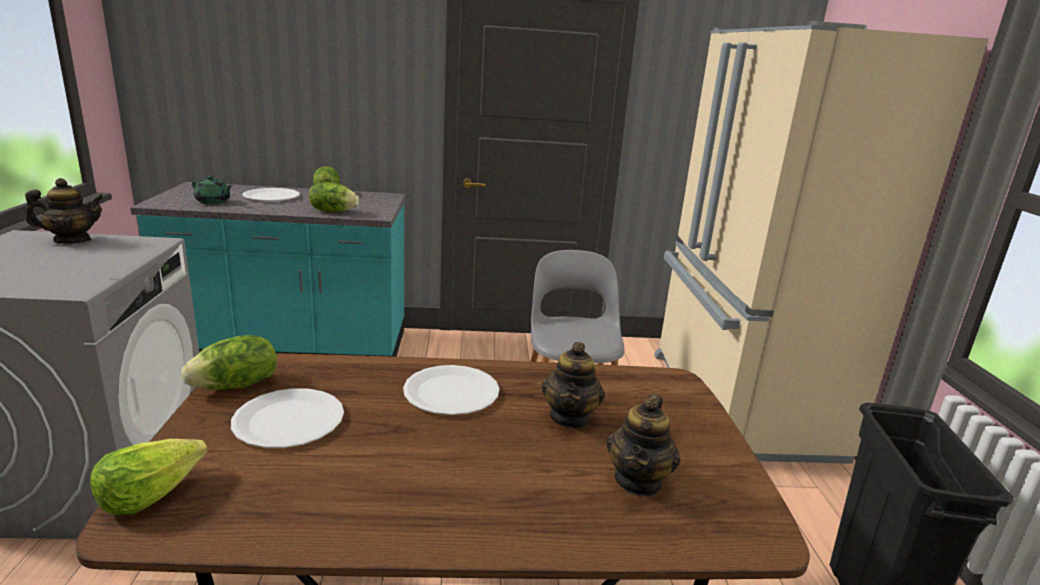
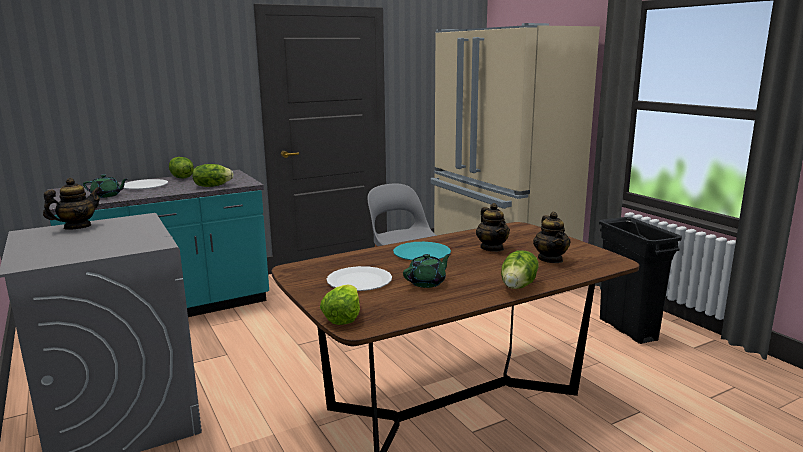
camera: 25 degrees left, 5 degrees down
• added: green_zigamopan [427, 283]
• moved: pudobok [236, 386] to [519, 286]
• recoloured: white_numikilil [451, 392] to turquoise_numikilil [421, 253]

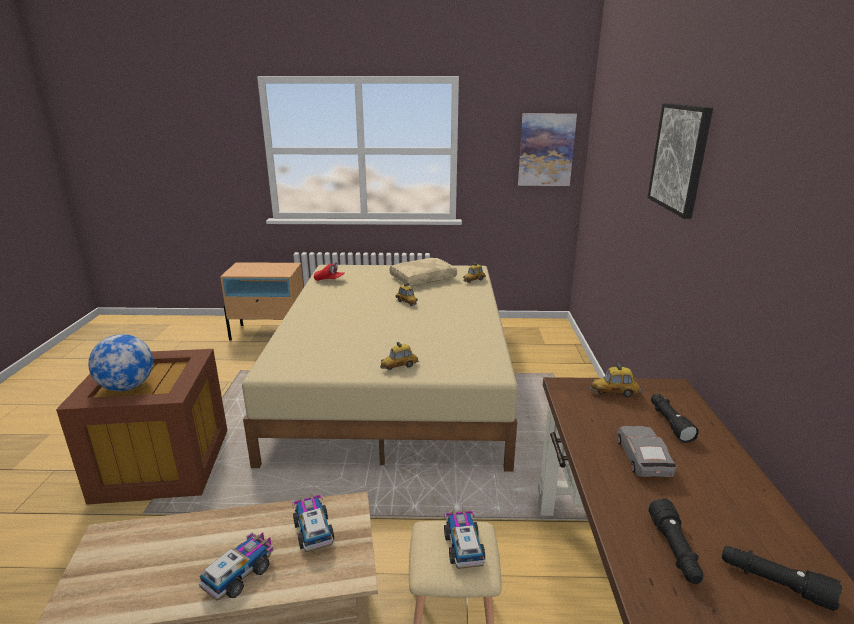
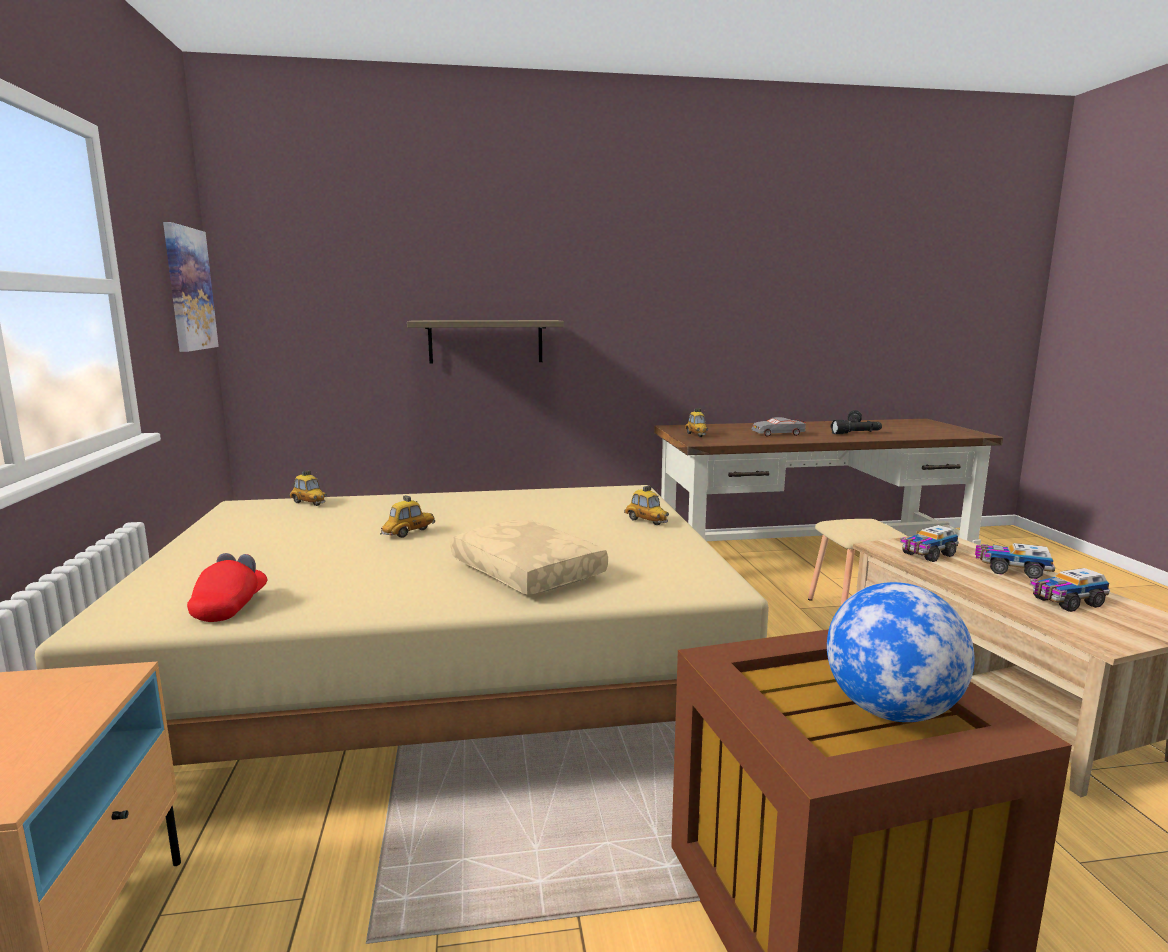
camera: 100 degrees left, 10 degrees down
• removed: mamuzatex [680, 158]
• removed: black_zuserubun [669, 422]
• added: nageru [485, 341]
• moved: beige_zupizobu [423, 278] to [524, 572]
• moved: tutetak [463, 546] to [1066, 602]

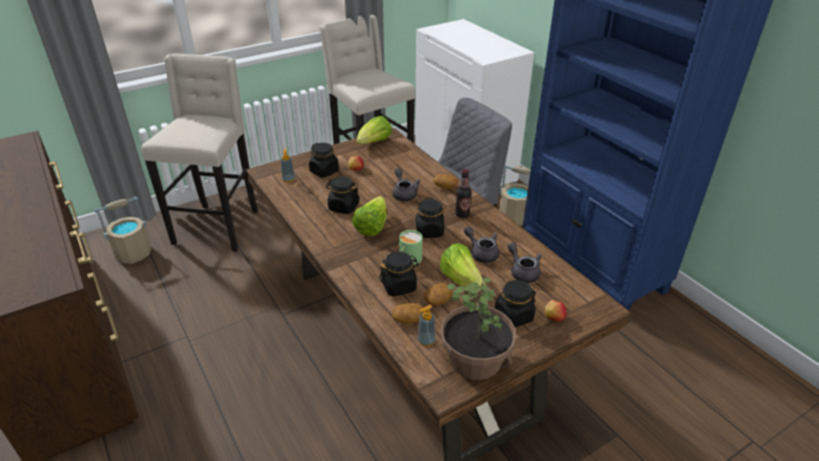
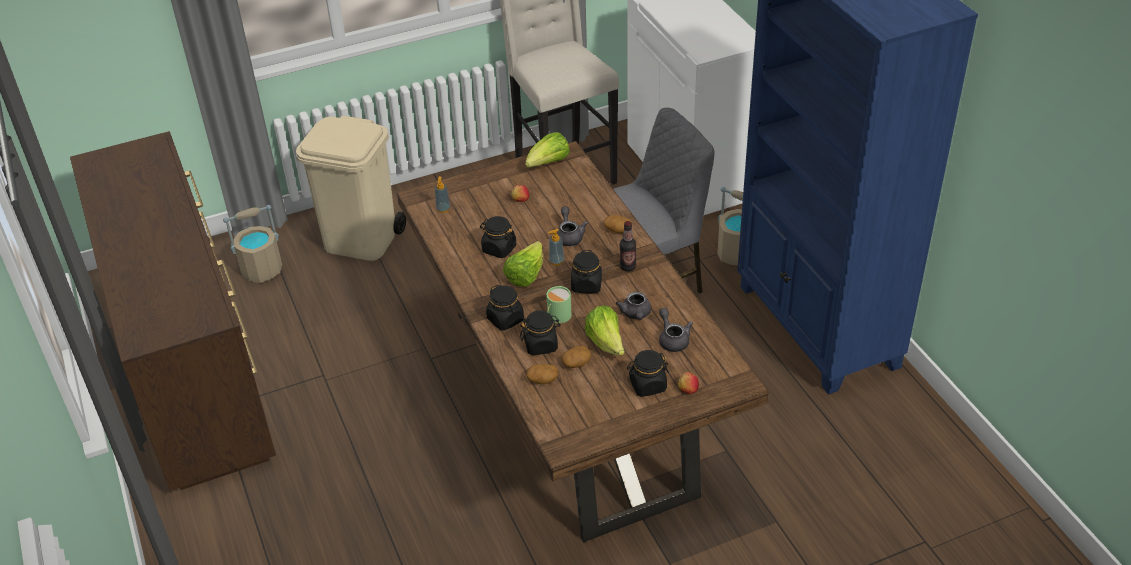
camera: 10 degrees right, 5 degrees up
• removed: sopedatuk [476, 359]
• moved: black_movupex [324, 171] to [505, 319]
• moved: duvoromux [426, 341] to [556, 261]
• replaced: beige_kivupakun [218, 226] to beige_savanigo [362, 241]
• turned: grey_zigamopan [481, 253] = [636, 314] 150 degrees counterclockwise

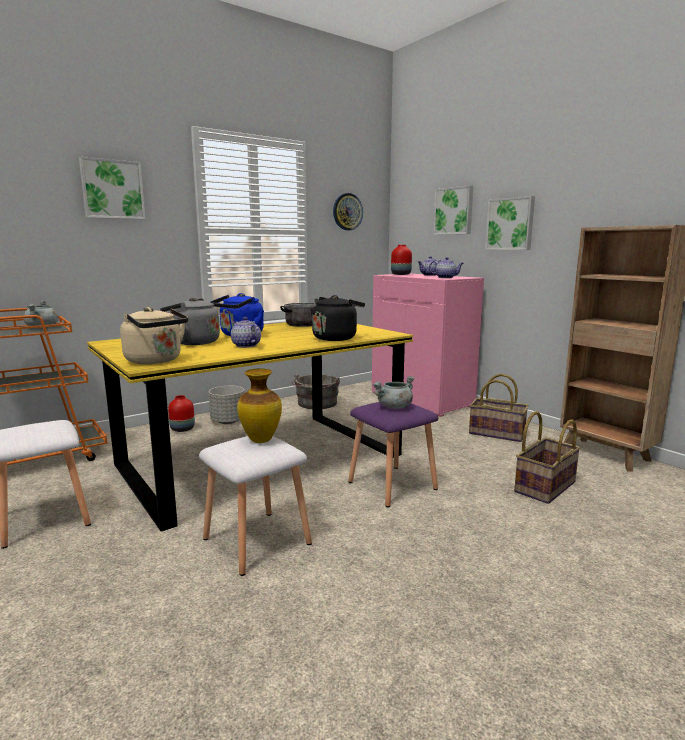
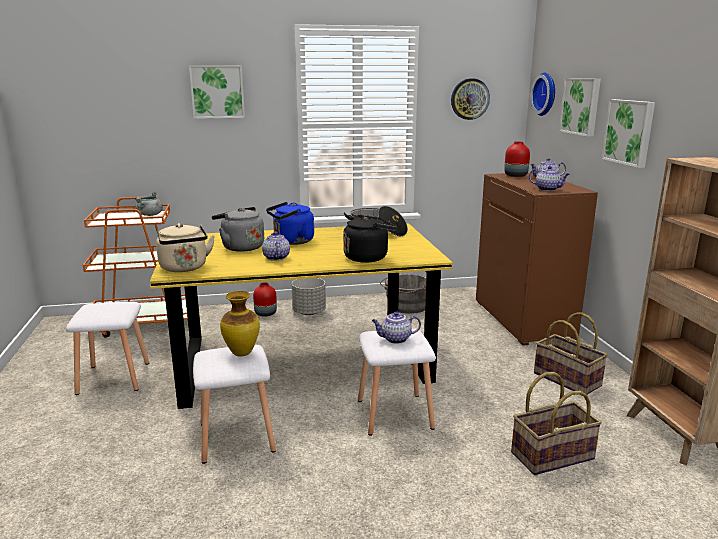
camera: 25 degrees right, 5 degrees up
• added: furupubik [546, 94]
• replaced: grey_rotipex [394, 407] to zigamopan [395, 339]
• recoloured: purple_kivupakun [391, 486] to white_kivupakun [393, 414]
• recoloured: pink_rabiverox [422, 399] to brown_rabiverox [524, 319]

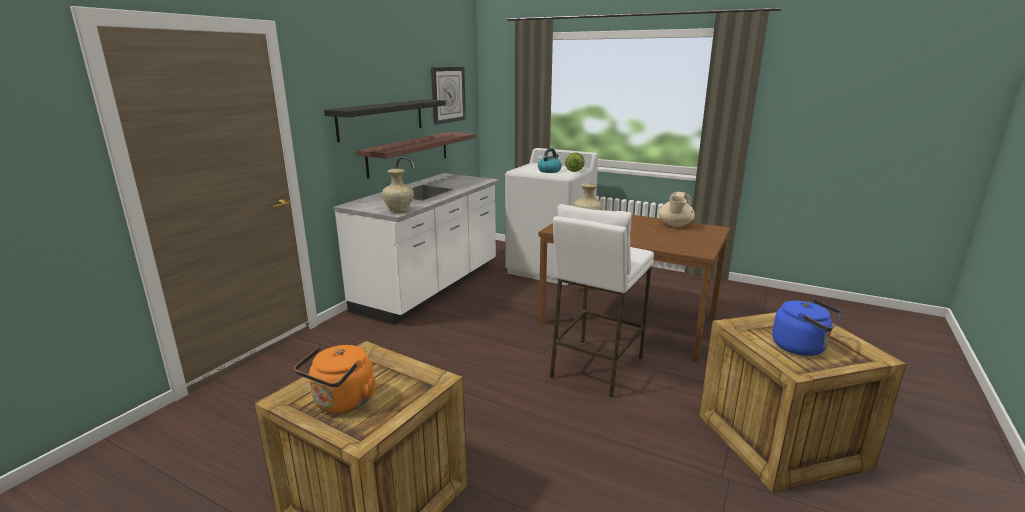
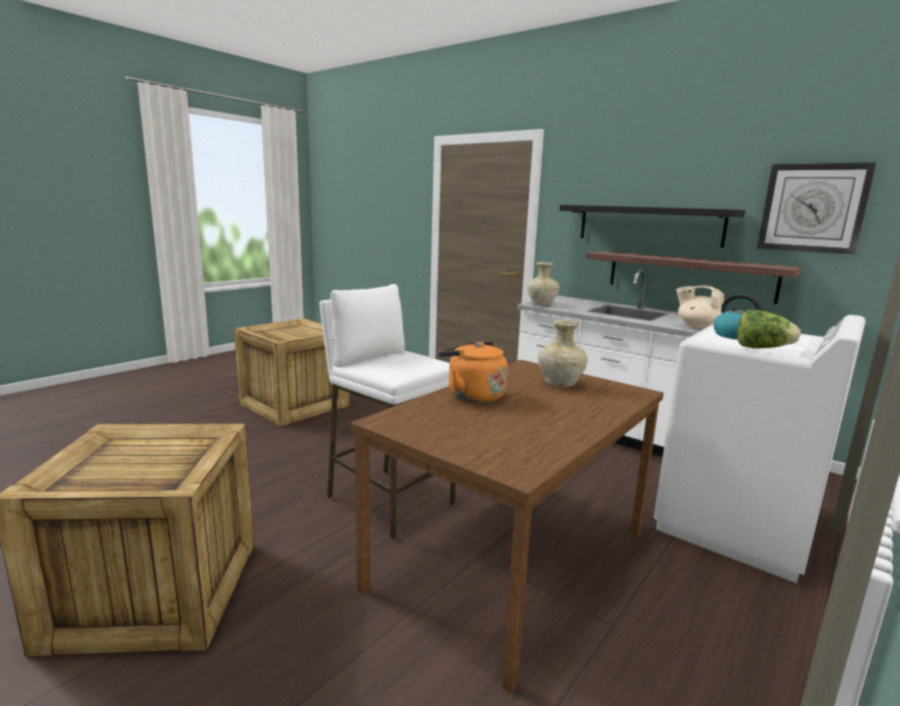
camera: 100 degrees right, 5 degrees down
• removed: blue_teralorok [802, 347]
• moved: orange_teralorok [342, 403] to [472, 395]
• moved: beige_zigamopan [675, 225] to [697, 326]

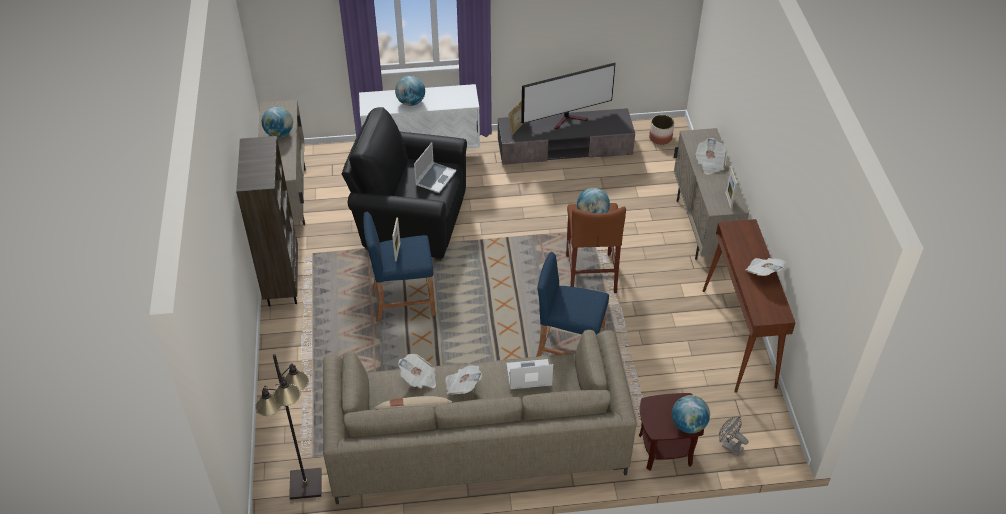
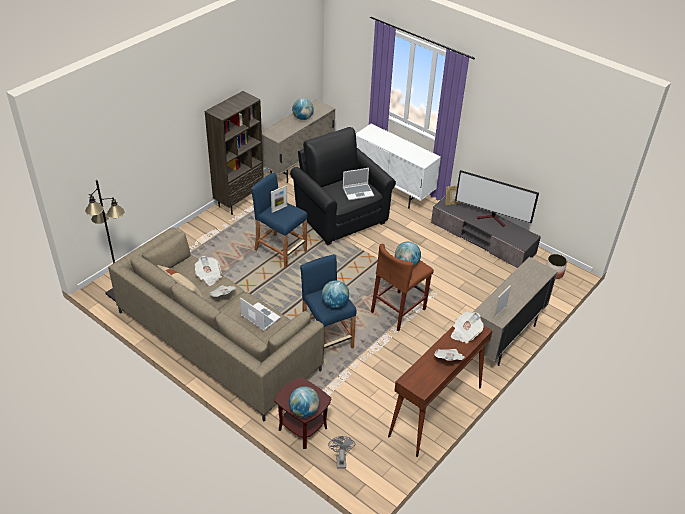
camera: 45 degrees right, 5 degrees down
• moved: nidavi [411, 102] to [335, 303]
• moved: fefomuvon [709, 163] to [465, 333]

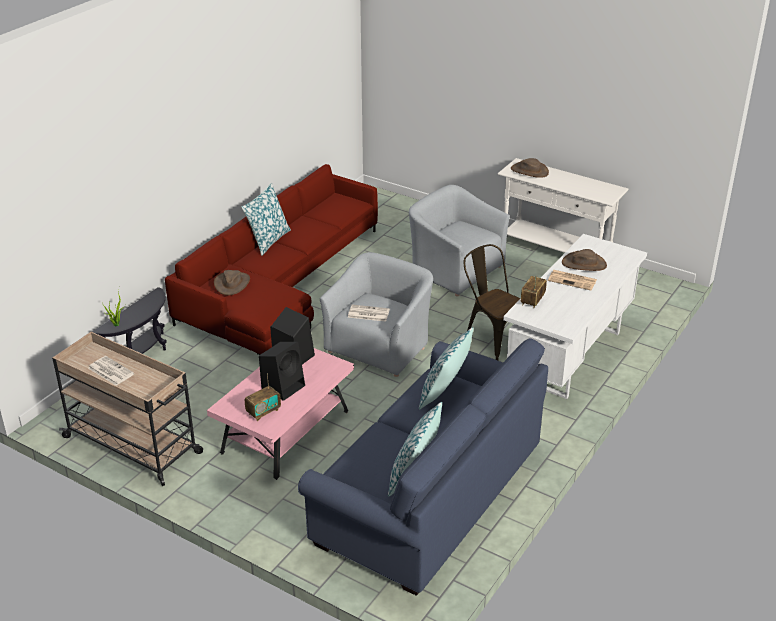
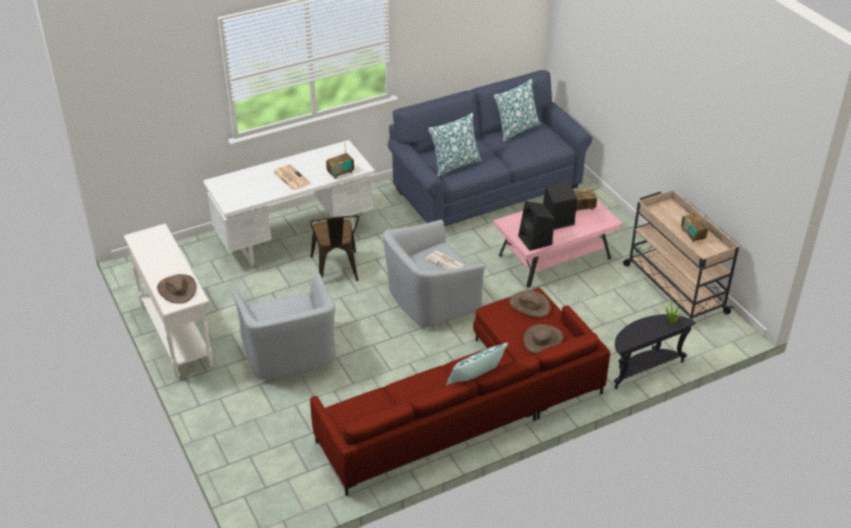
camera: 150 degrees left, 5 degrees up
• moved: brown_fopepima [584, 264] to [529, 305]
• replaced: fefomuvon [110, 371] to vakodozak [692, 235]

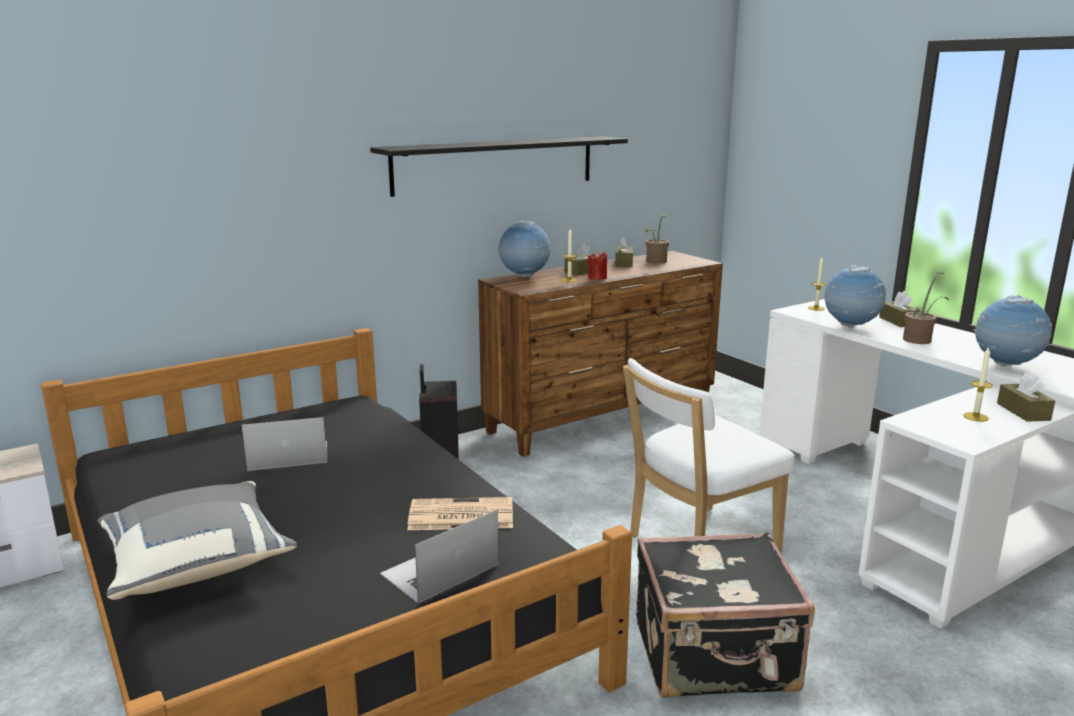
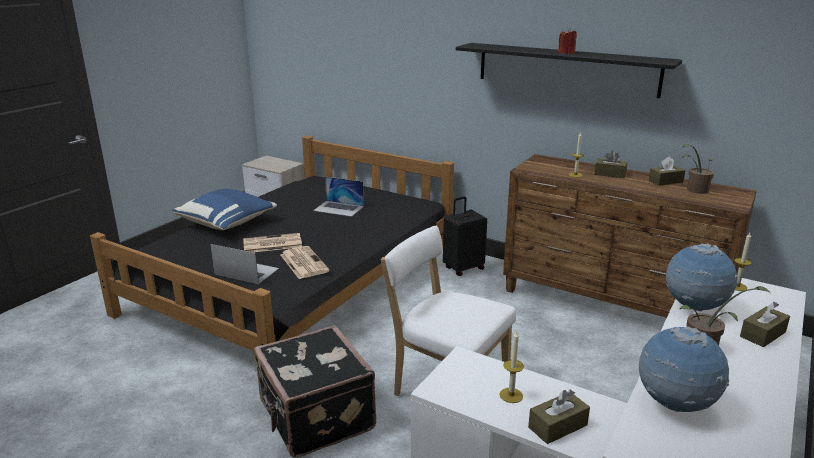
camera: 65 degrees right, 5 degrees up
• removed: nidavi [524, 277]
• added: fefomuvon [271, 244]
• moved: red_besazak [597, 278] to [566, 53]
• recoloured: grey_zupizobu [197, 563] to blue_zupizobu [227, 223]
• turned: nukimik [288, 455] = [339, 208] 150 degrees clockwise

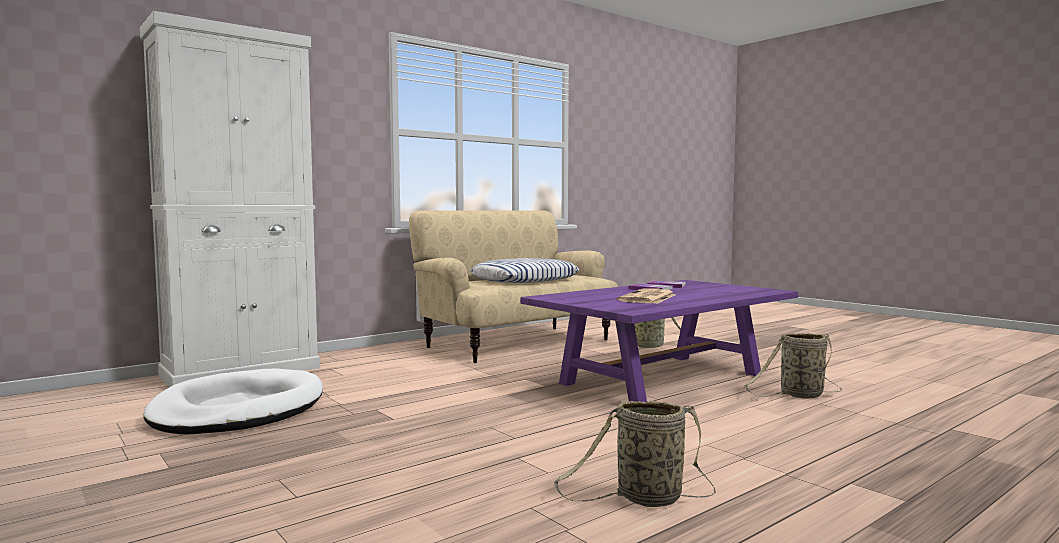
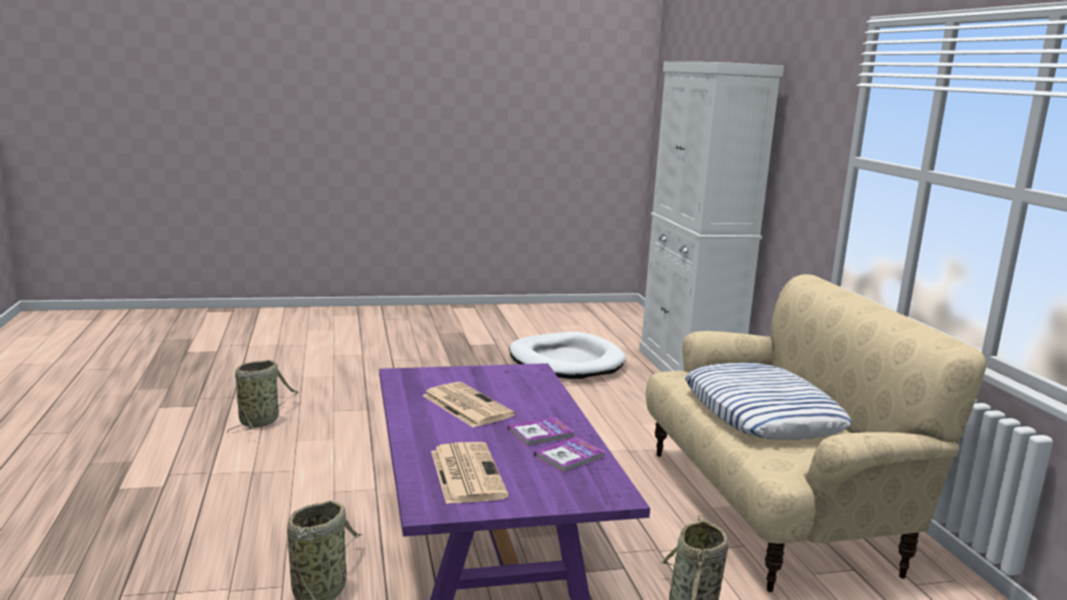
camera: 115 degrees right, 10 degrees up
• added: fefomuvon [466, 473]

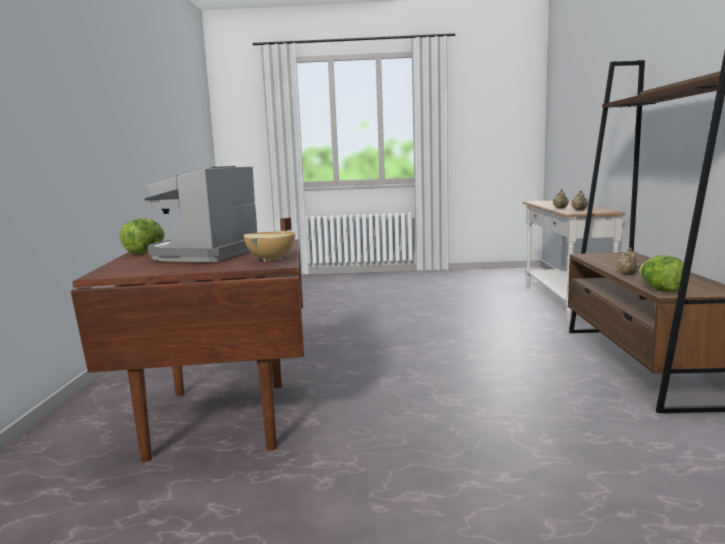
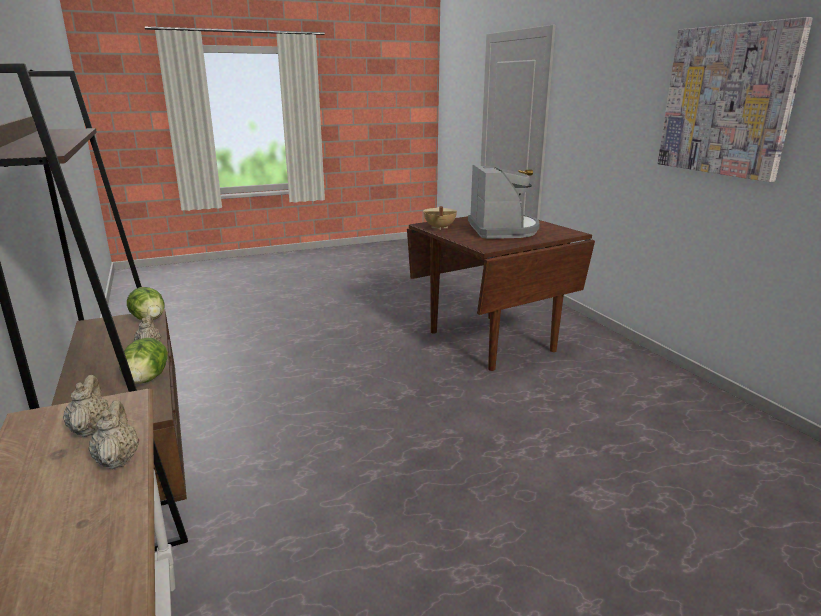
camera: 155 degrees right, 10 degrees up
• added: mamuzatex [727, 101]
• moved: pudobok [145, 252] to [146, 379]

